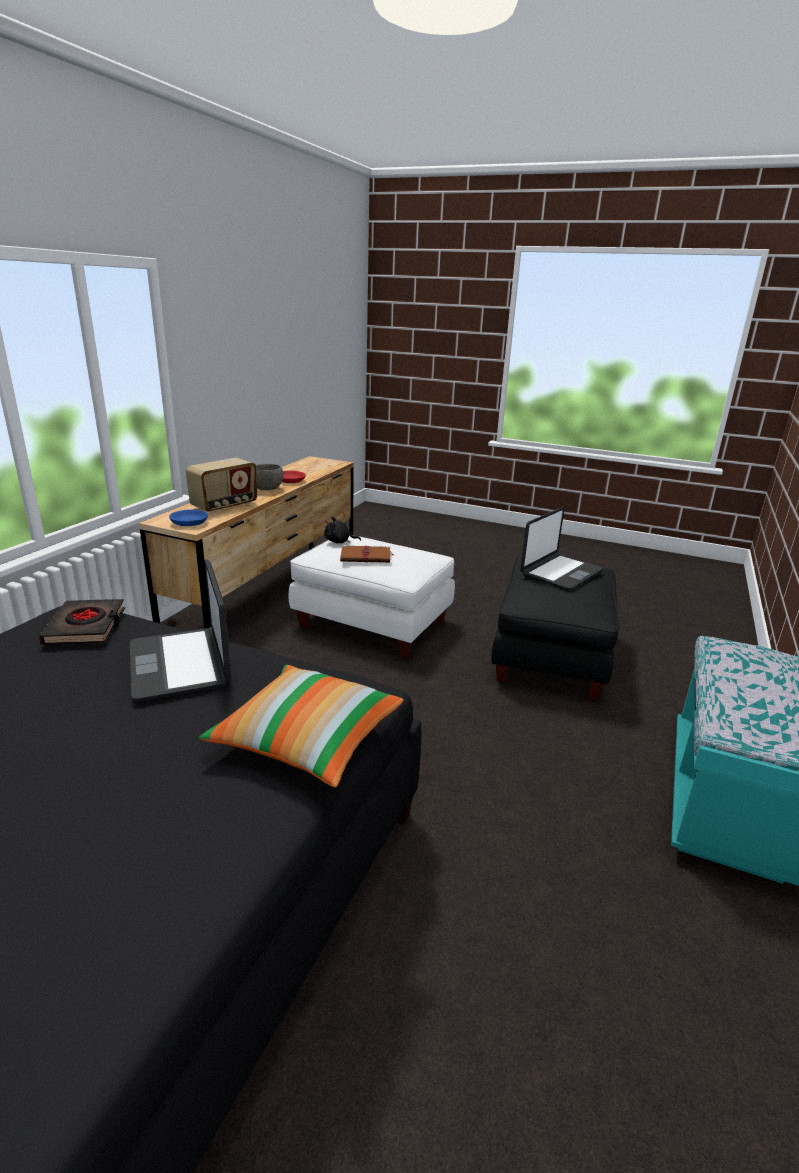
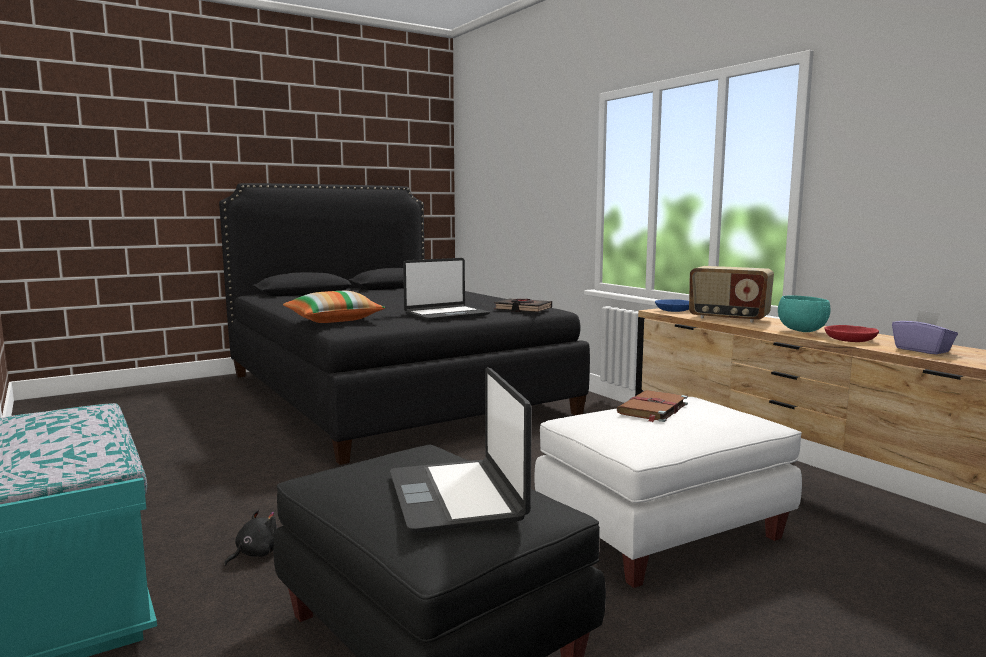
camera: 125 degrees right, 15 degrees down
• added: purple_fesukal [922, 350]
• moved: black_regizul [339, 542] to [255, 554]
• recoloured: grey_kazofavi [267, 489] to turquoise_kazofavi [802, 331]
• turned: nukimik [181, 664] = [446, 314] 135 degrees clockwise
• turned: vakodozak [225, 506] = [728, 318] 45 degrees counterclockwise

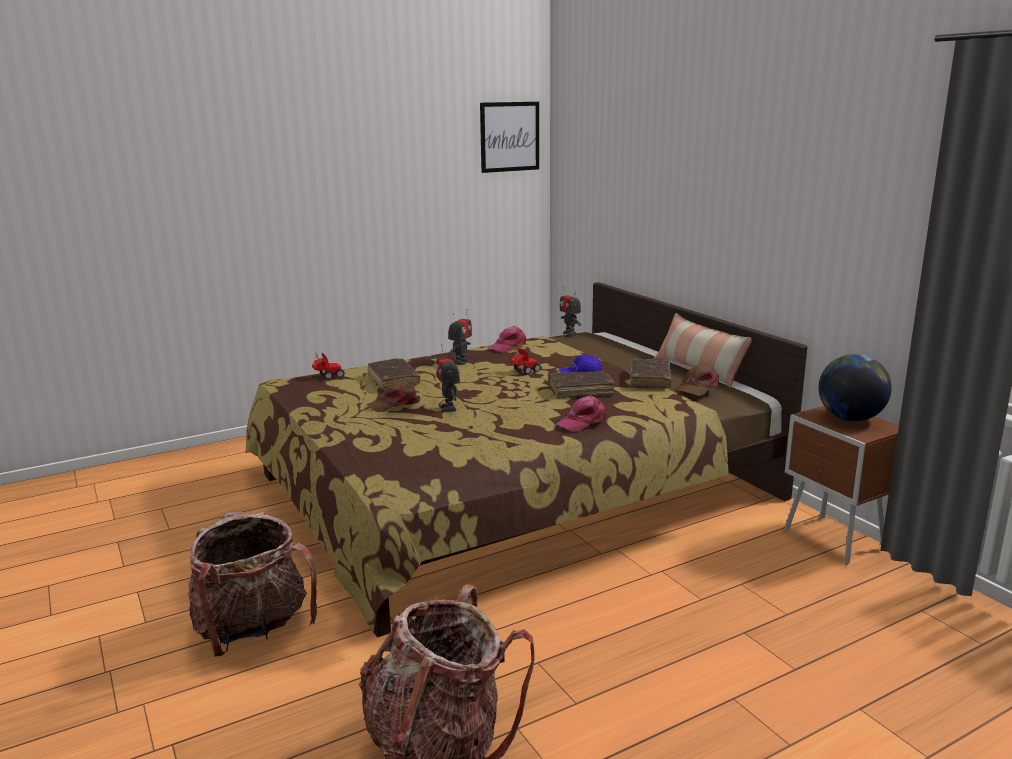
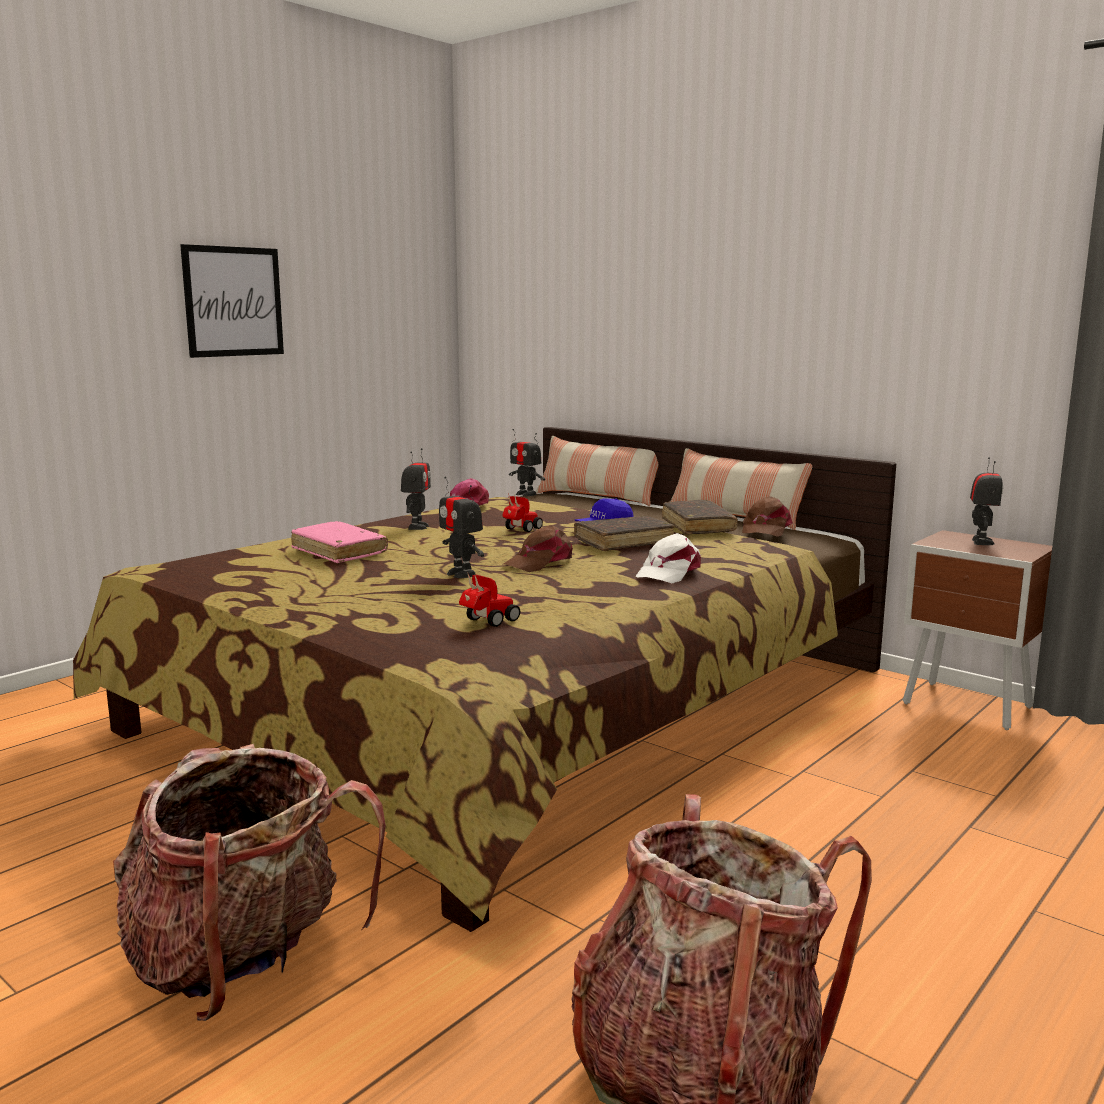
camera: 20 degrees left, 5 degrees down
• added: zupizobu [597, 497]
• moved: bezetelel [328, 376] to [487, 622]
• moved: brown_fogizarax [395, 404] to [540, 562]
• moved: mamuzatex [509, 136] to [233, 301]
• replaced: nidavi [850, 418] to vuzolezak [981, 542]
• recoloured: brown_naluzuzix [393, 380] to pink_naluzuzix [339, 552]
• recoloured: pink_fogizarax [582, 422] to white_fogizarax [668, 573]

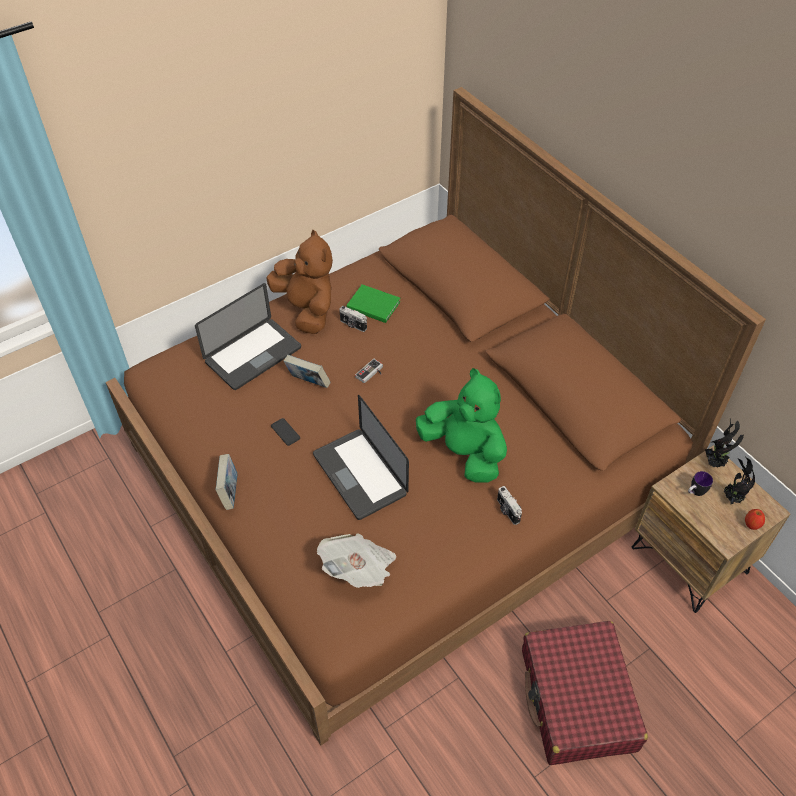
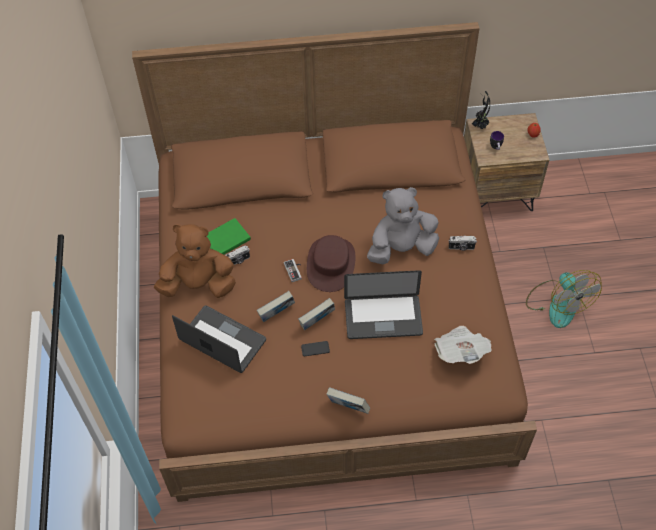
camera: 60 degrees left, 5 degrees up
• removed: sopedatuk [731, 497]
• added: naluzuzix [317, 322]
• added: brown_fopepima [331, 264]
• replaced: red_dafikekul [577, 700] to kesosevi [557, 303]
• recoloured: green_regizul [464, 452] to grey_regizul [401, 248]
• turned: nukimik [253, 355] = [222, 340] 45 degrees counterclockwise

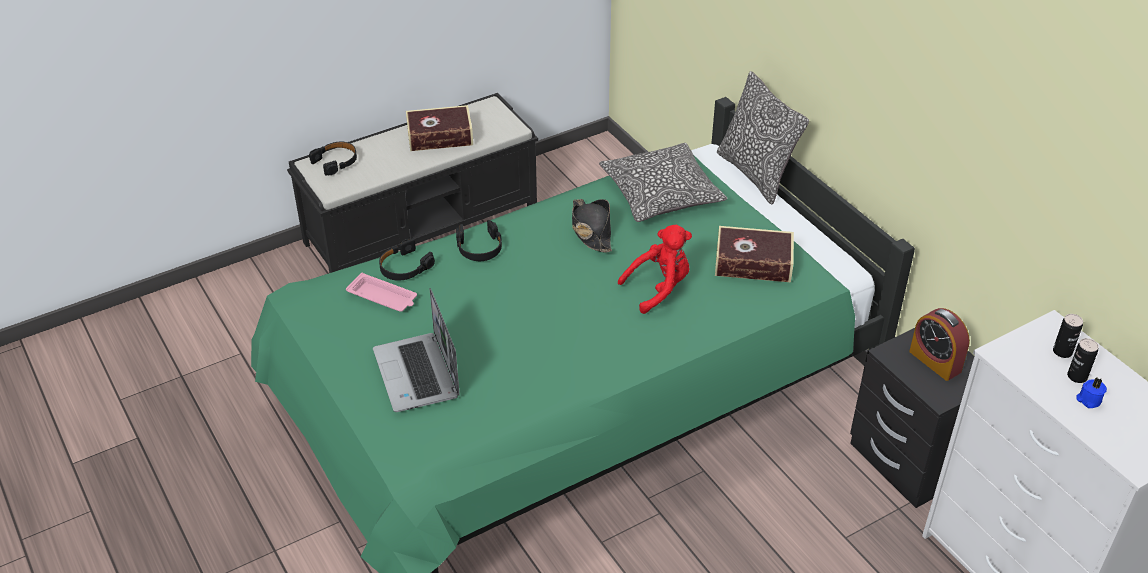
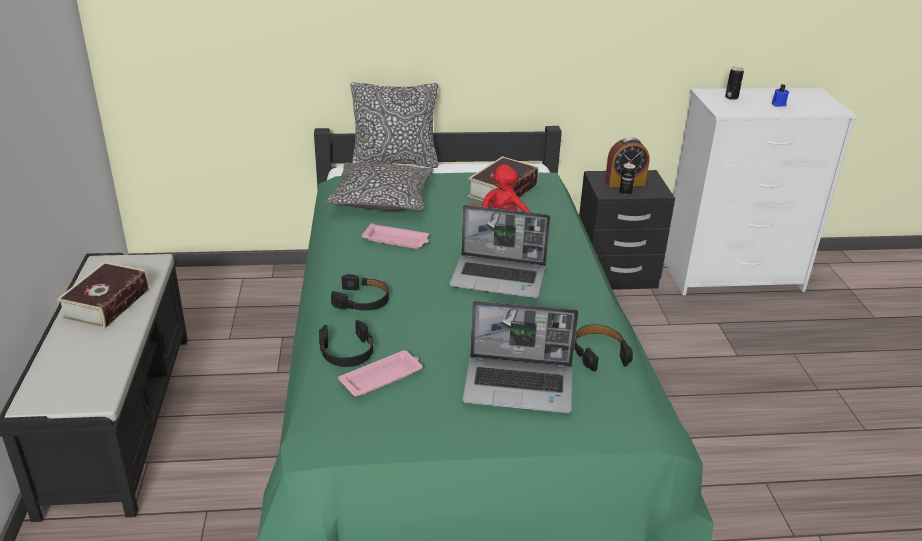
camera: 65 degrees left, 10 degrees down
• added: nukimik [499, 278]
• moved: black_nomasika [336, 162] to [599, 352]
• moved: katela [1077, 376] to [625, 192]
• replaced: black_fopepima [591, 230] to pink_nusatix [397, 240]

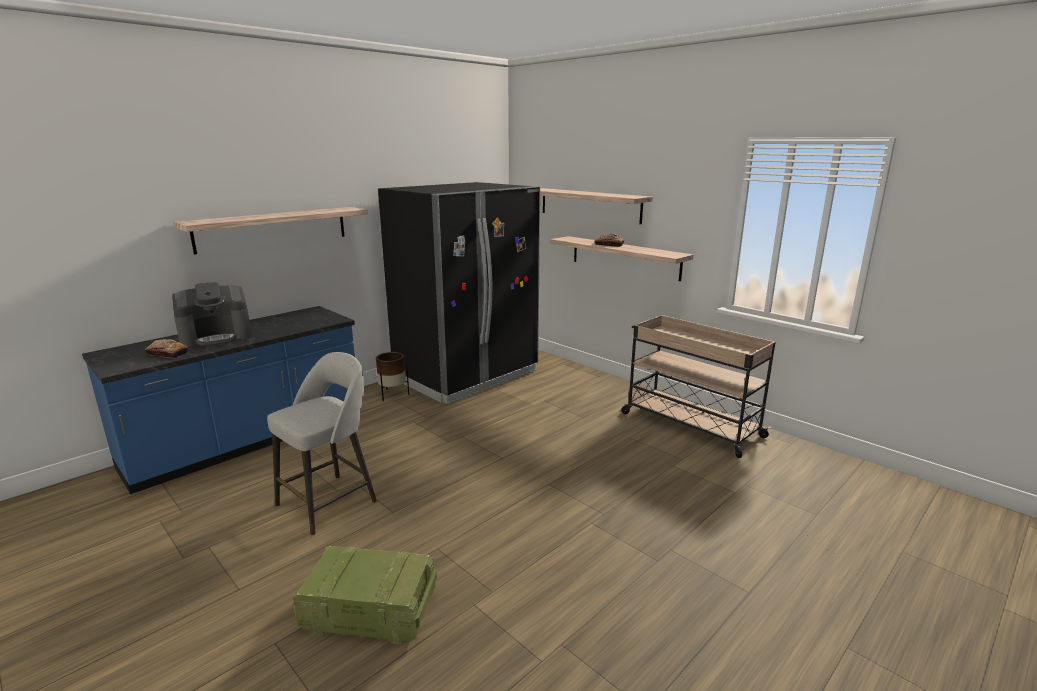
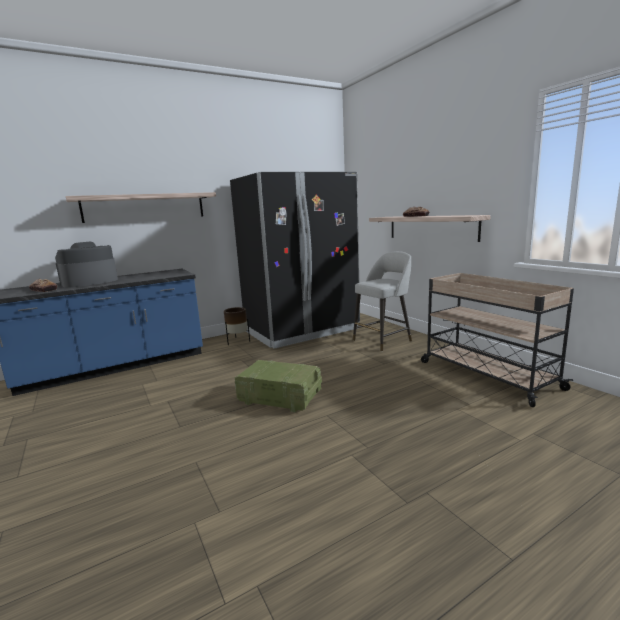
camera: 15 degrees right, 5 degrees down
• removed: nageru [589, 205]
• moved: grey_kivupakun [329, 502] to [383, 340]
• moved: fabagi [372, 611] to [281, 398]
• turned: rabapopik [216, 336] = [89, 282] 150 degrees clockwise

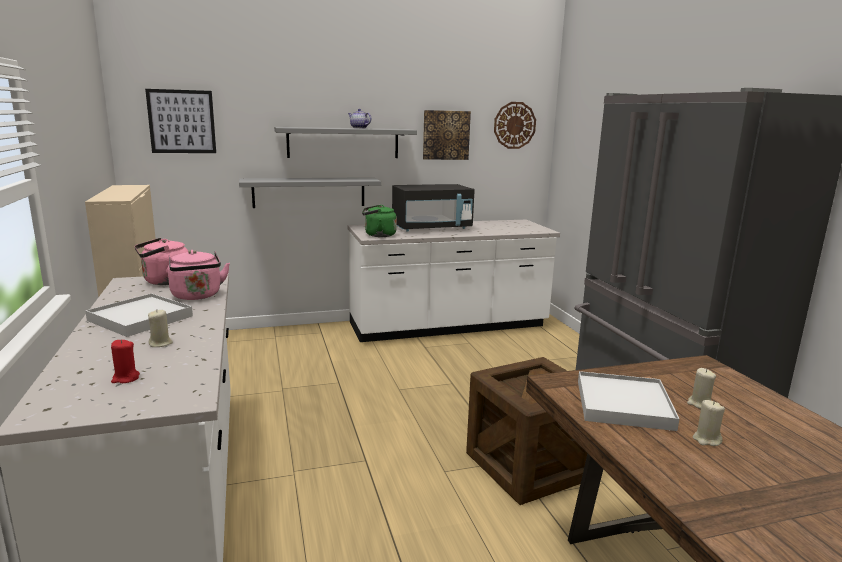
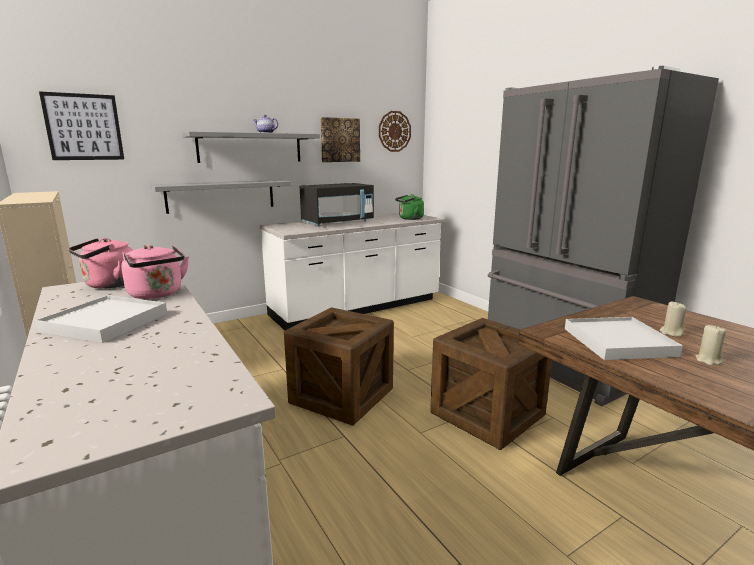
camera: 15 degrees left, 0 degrees up
• removed: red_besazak [125, 378]
• removed: beige_besazak [161, 343]
• added: fabagi [342, 396]
• moved: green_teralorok [378, 235] to [409, 218]

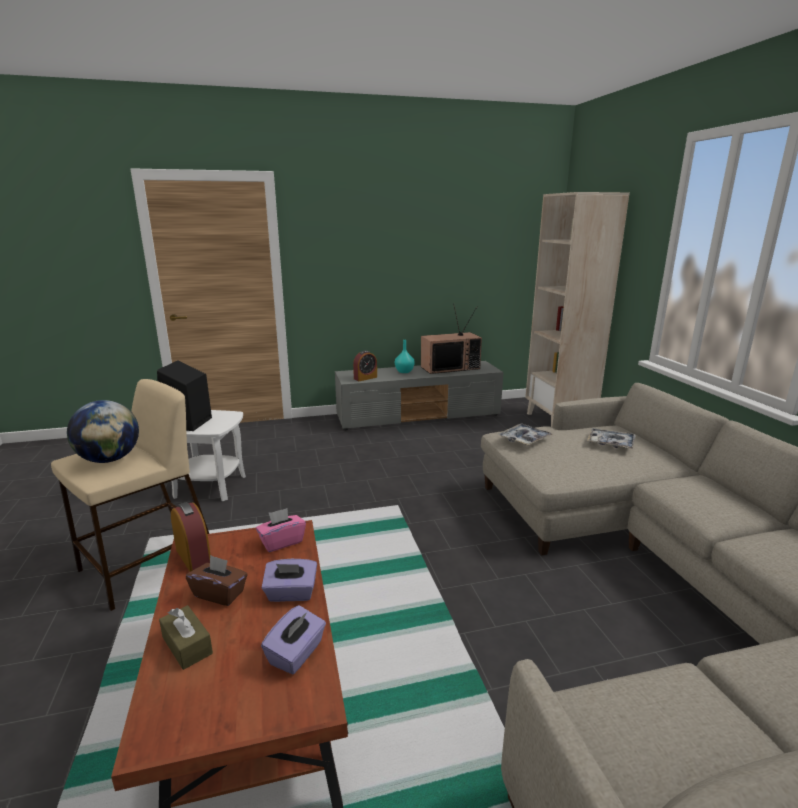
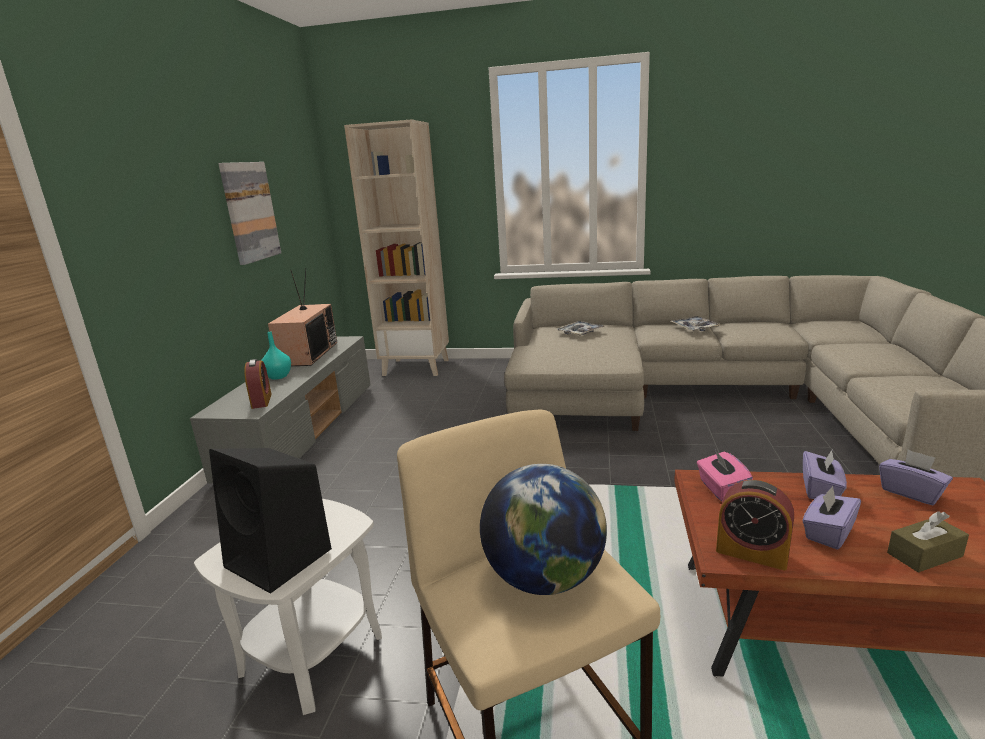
camera: 65 degrees left, 0 degrees up
• added: mamuzatex [249, 212]
• moved: nusatix [524, 439] to [694, 328]
• recoloured: brown_fesukal [220, 593] to purple_fesukal [828, 533]
• turned: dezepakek [193, 557] = [752, 553] 135 degrees counterclockwise

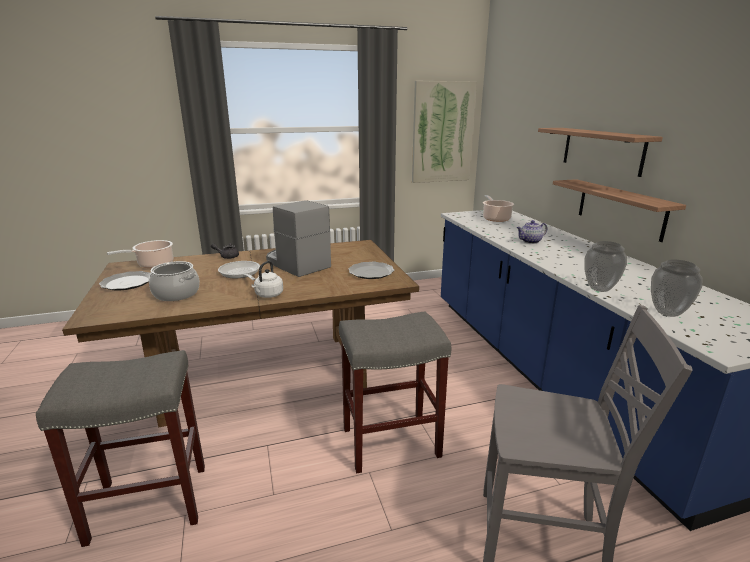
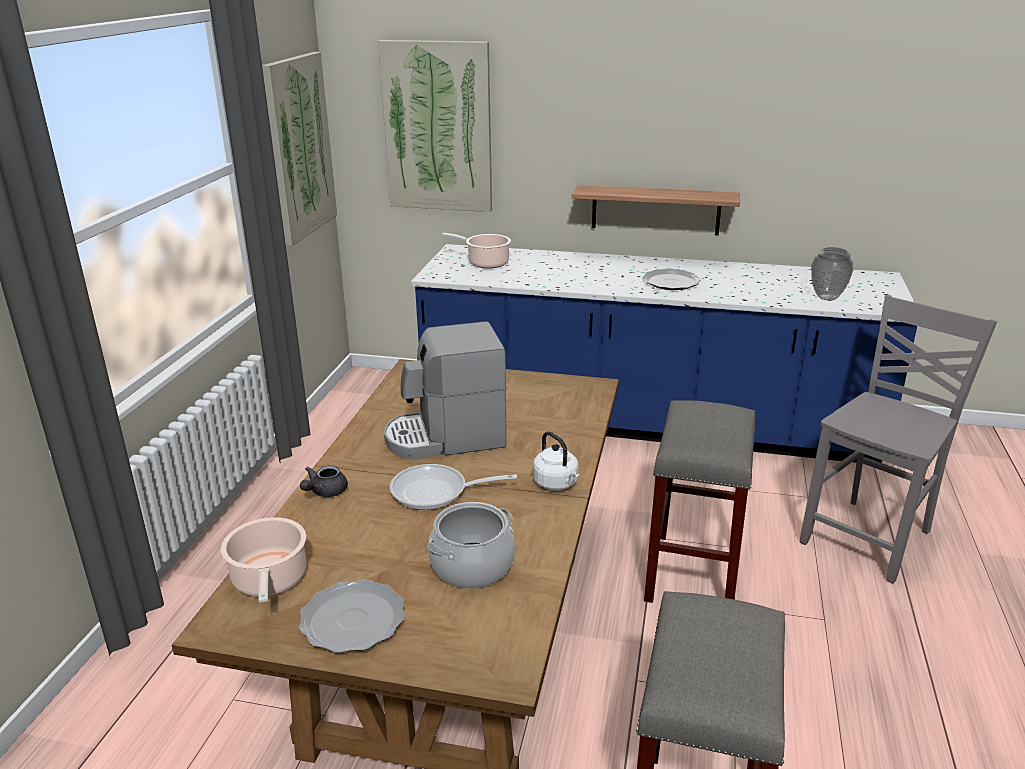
camera: 60 degrees left, 5 degrees up
• removed: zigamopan [530, 241]
• removed: nageru [602, 150]
• removed: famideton [599, 289]
• added: mamuzatex [438, 127]
• moved: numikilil [371, 272] to [671, 282]

